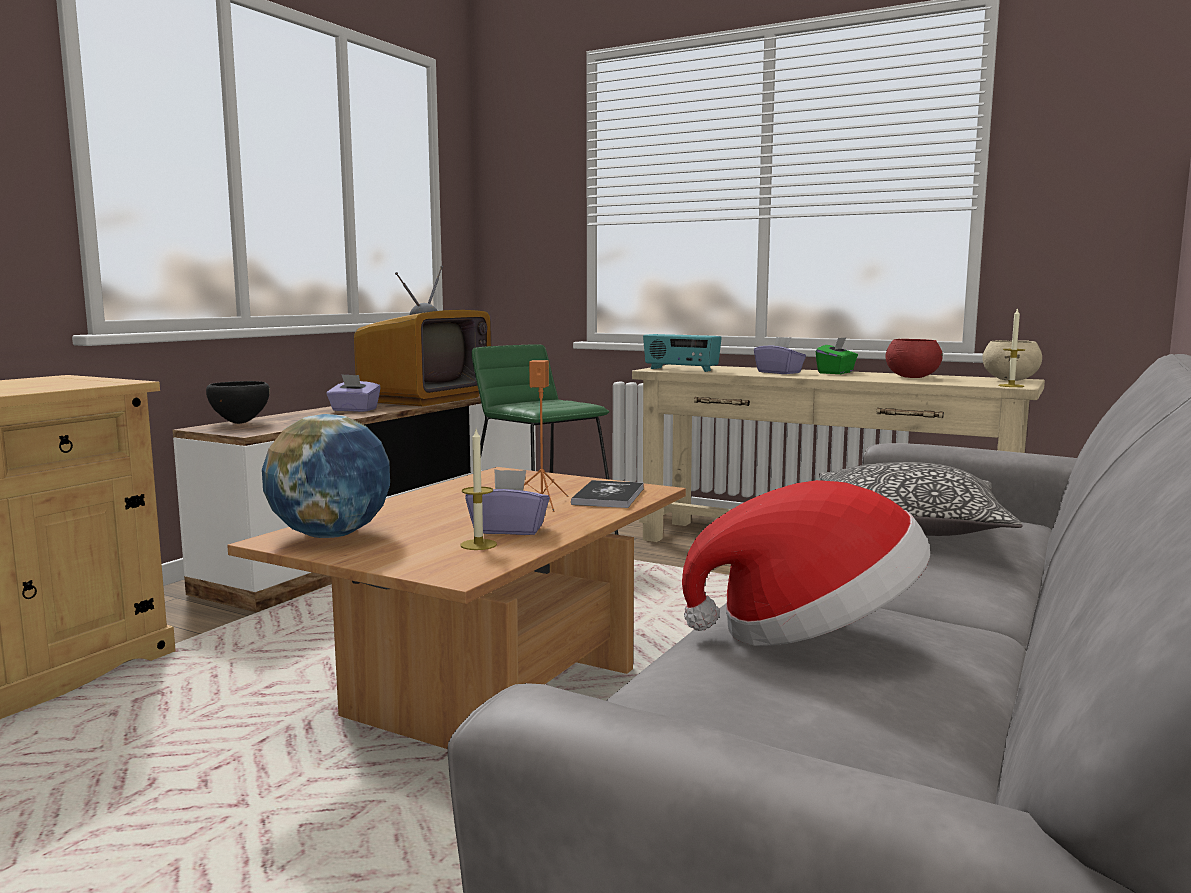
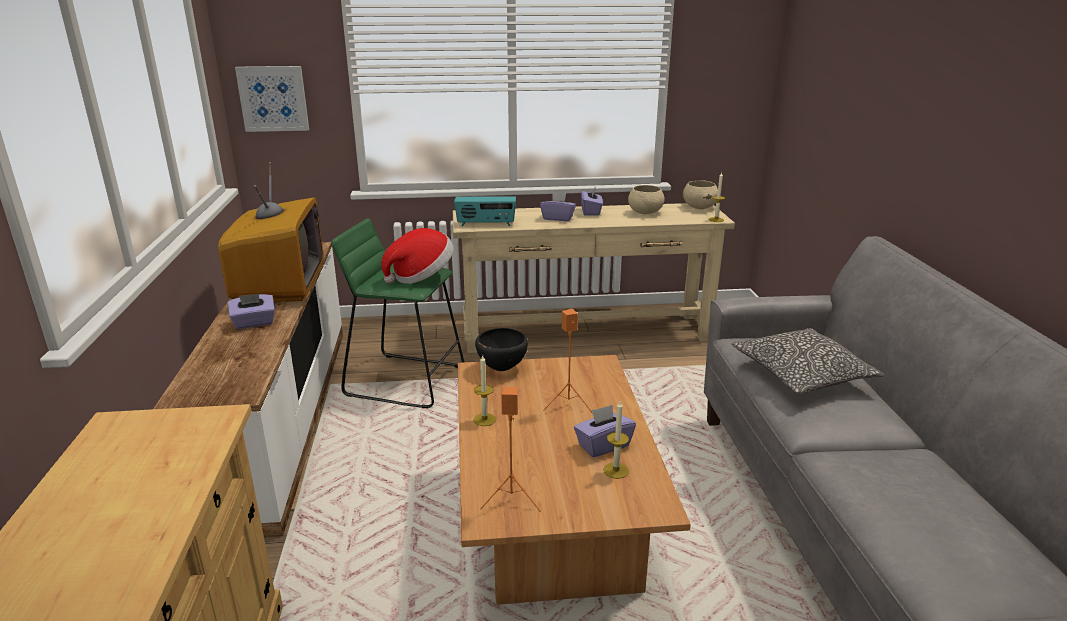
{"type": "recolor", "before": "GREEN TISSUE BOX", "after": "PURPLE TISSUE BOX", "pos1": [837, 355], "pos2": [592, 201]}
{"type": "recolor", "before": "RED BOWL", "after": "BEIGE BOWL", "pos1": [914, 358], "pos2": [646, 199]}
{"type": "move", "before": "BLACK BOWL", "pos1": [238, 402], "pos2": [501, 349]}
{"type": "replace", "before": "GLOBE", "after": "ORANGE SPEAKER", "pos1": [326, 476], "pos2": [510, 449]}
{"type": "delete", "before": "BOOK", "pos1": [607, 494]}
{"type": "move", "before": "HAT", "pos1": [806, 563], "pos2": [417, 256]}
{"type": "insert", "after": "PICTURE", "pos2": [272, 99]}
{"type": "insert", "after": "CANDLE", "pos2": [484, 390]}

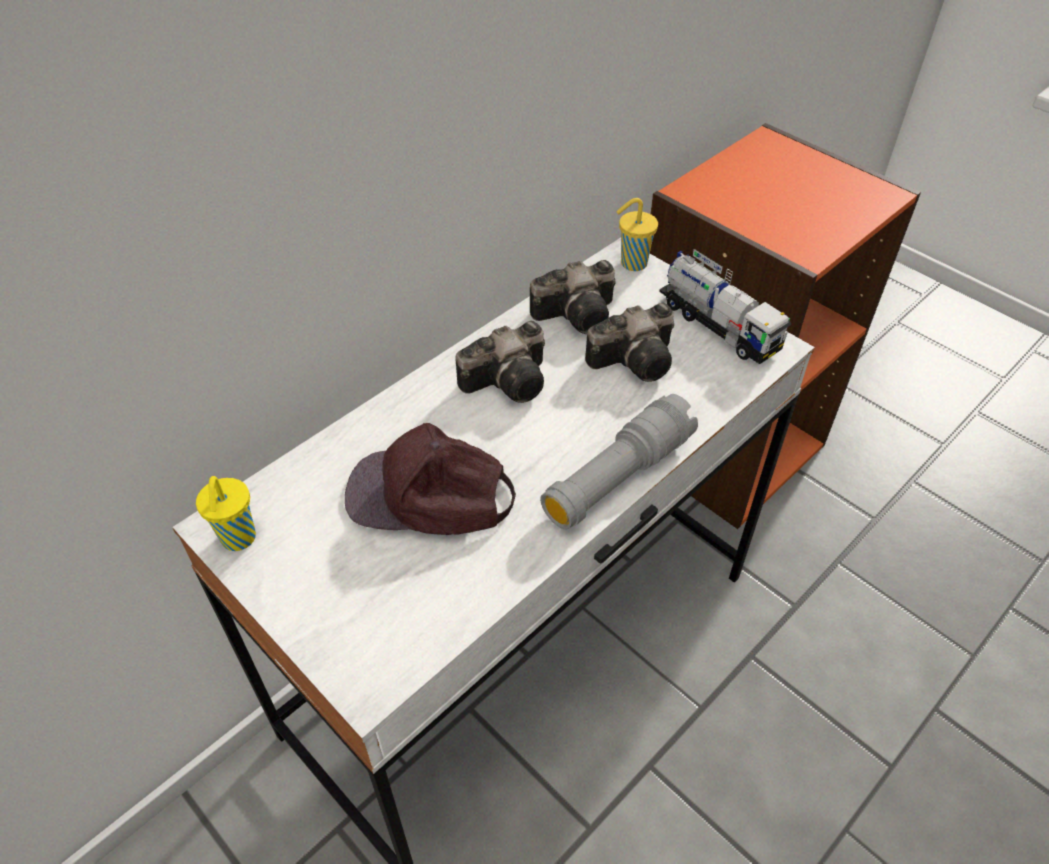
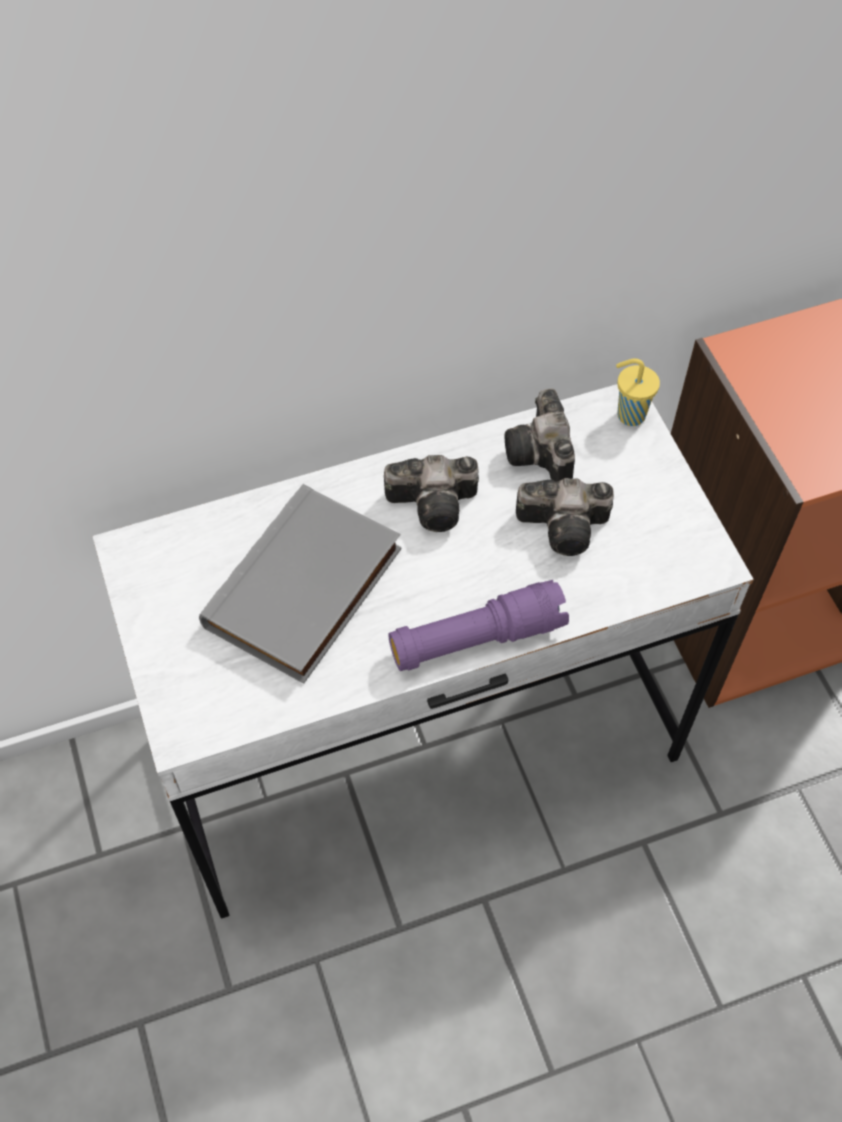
{"type": "delete", "before": "TOY TRUCK", "pos1": [725, 306]}
{"type": "rotate", "before": "PHOTO CAMERA", "pos1": [573, 297], "pos2": [540, 435], "turn": 75}
{"type": "recolor", "before": "GREY FLASHLIGHT", "after": "PURPLE FLASHLIGHT", "pos1": [619, 462], "pos2": [479, 625]}
{"type": "replace", "before": "BROWN CAP", "after": "GREY BOOK", "pos1": [430, 479], "pos2": [300, 584]}
{"type": "delete", "before": "YELLOW CUP", "pos1": [226, 513]}

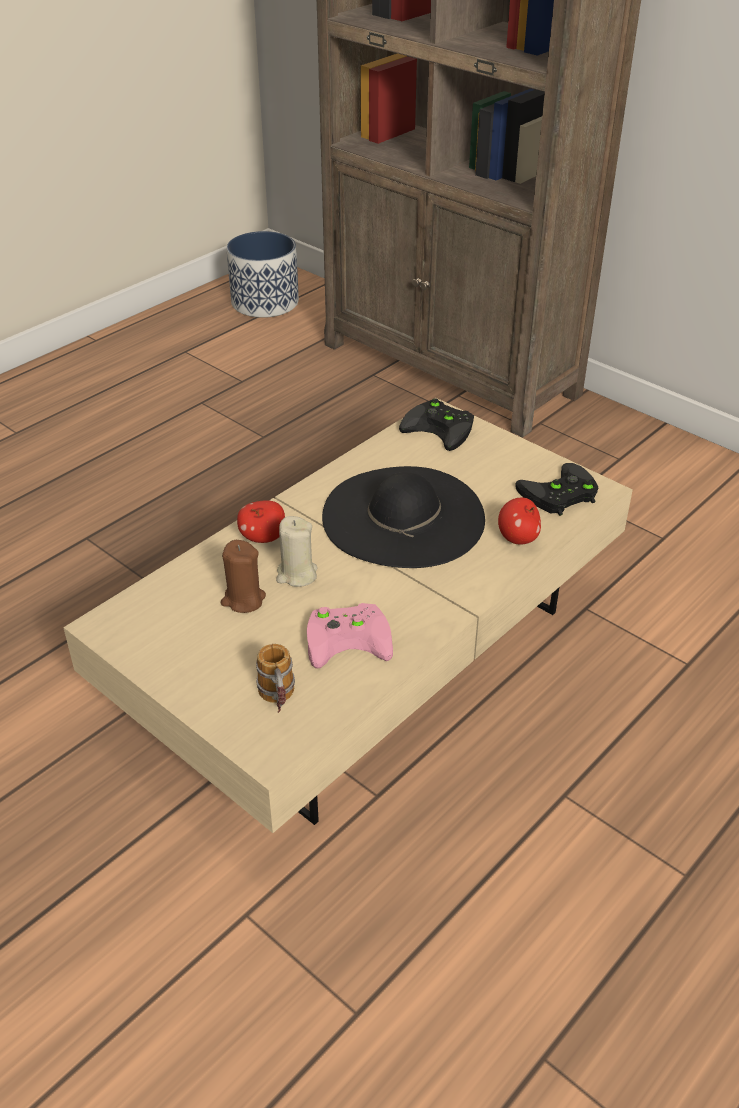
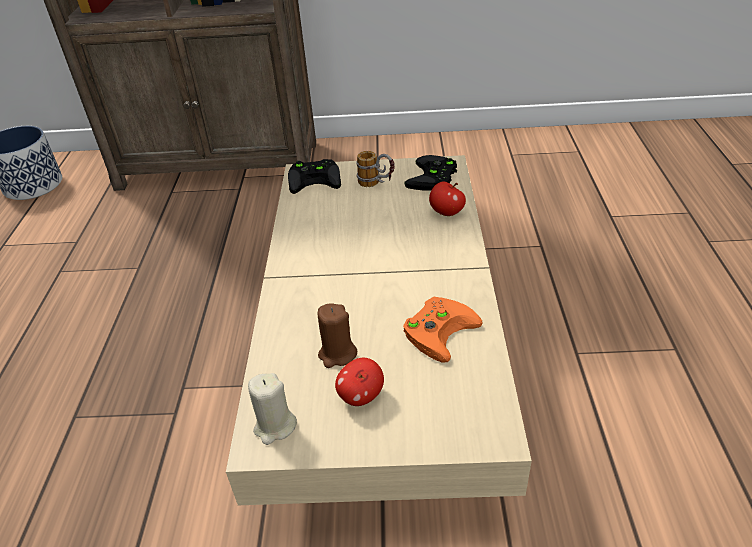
{"type": "delete", "before": "BLACK HAT", "pos1": [403, 517]}
{"type": "move", "before": "APPLE", "pos1": [261, 521], "pos2": [359, 382]}
{"type": "move", "before": "BEIGE CANDLE", "pos1": [297, 551], "pos2": [272, 409]}
{"type": "recolor", "before": "PINK GAME CONTROLLER", "after": "ORANGE GAME CONTROLLER", "pos1": [350, 636], "pos2": [443, 329]}
{"type": "move", "before": "MUG", "pos1": [275, 678], "pos2": [375, 169]}

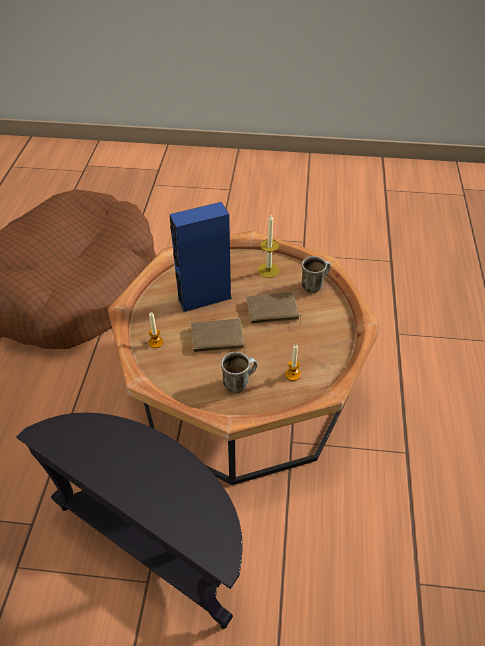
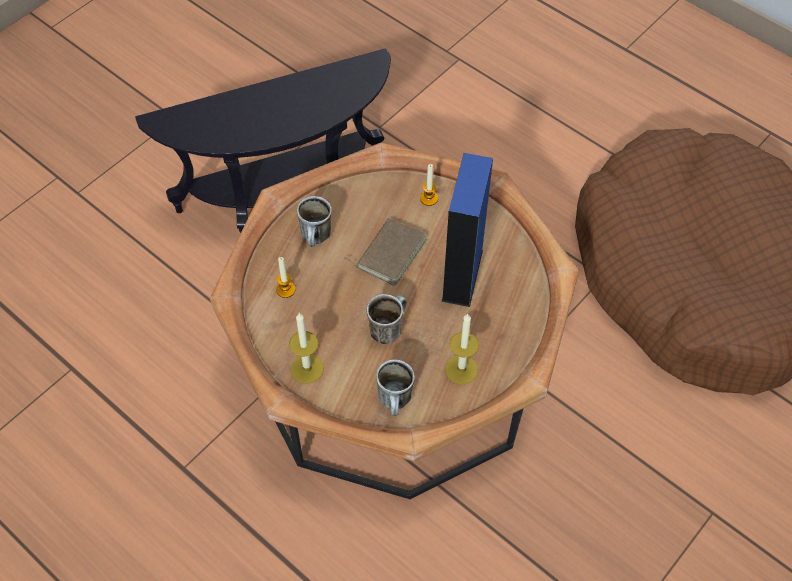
{"type": "replace", "before": "BROWN BOOK", "after": "MUG", "pos1": [274, 308], "pos2": [387, 319]}
{"type": "insert", "after": "CANDLE", "pos2": [306, 348]}

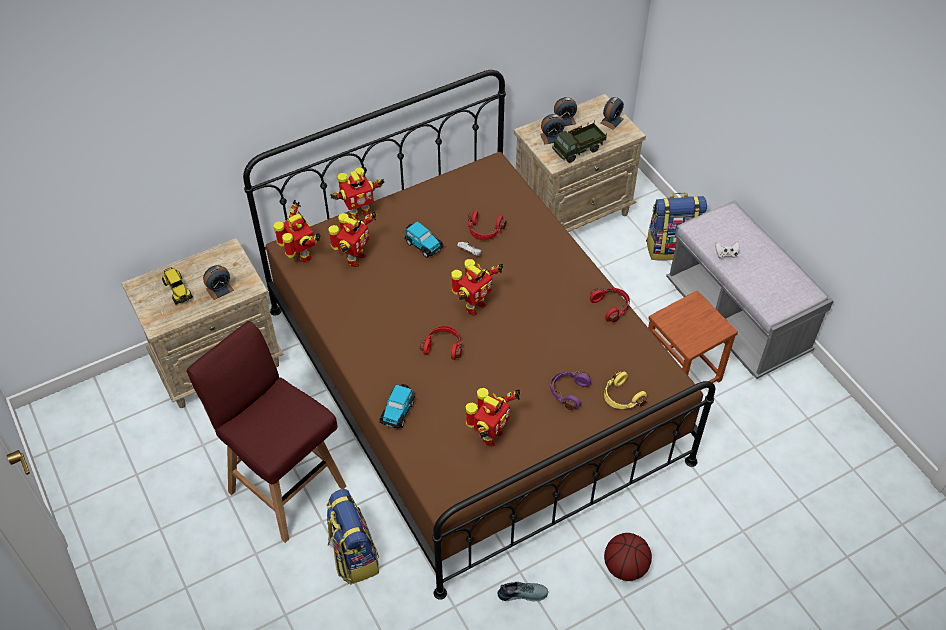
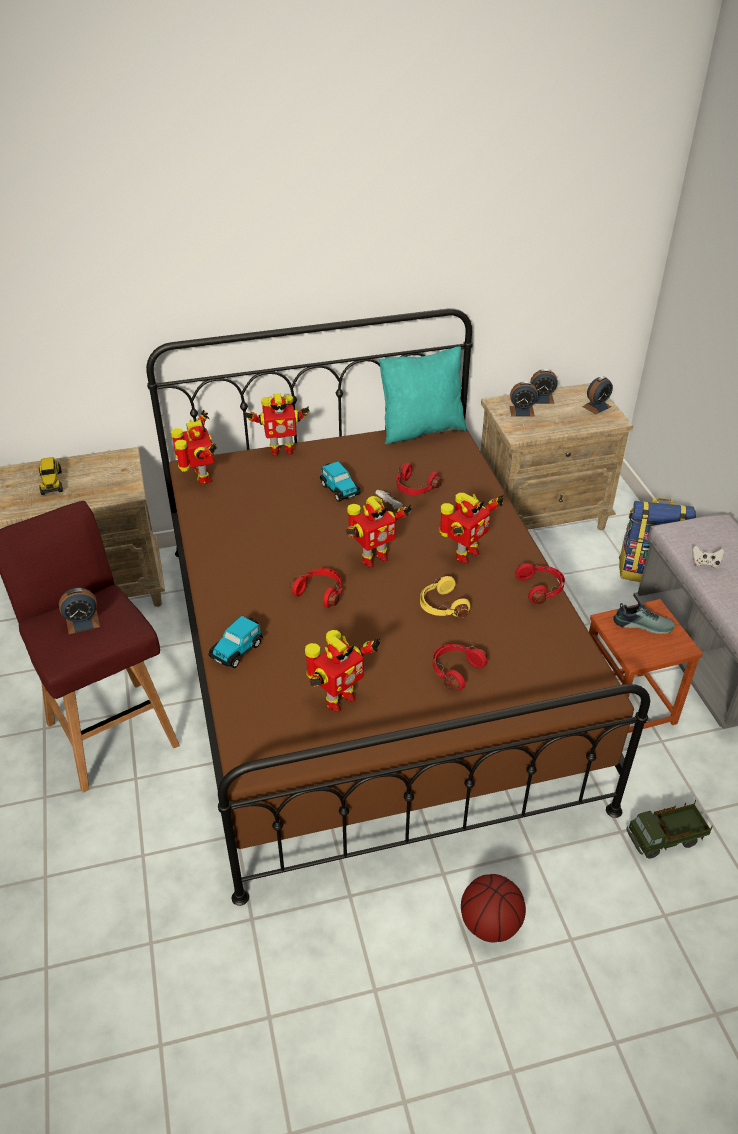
{"type": "move", "before": "TOY TRUCK", "pos1": [579, 141], "pos2": [669, 829]}
{"type": "move", "before": "TOY ROBOT", "pos1": [352, 239], "pos2": [471, 528]}
{"type": "move", "before": "ALARM CLOCK", "pos1": [218, 282], "pos2": [79, 610]}
{"type": "recolor", "before": "PURPLE HEADPHONES", "after": "RED HEADPHONES", "pos1": [570, 390], "pos2": [459, 667]}
{"type": "move", "before": "YELLOW HEADPHONES", "pos1": [625, 390], "pos2": [445, 597]}
{"type": "delete", "before": "BACKPACK", "pos1": [352, 536]}
{"type": "move", "before": "SHOE", "pos1": [522, 592], "pos2": [644, 618]}
{"type": "insert", "after": "TURQUOISE PILLOW", "pos2": [423, 395]}

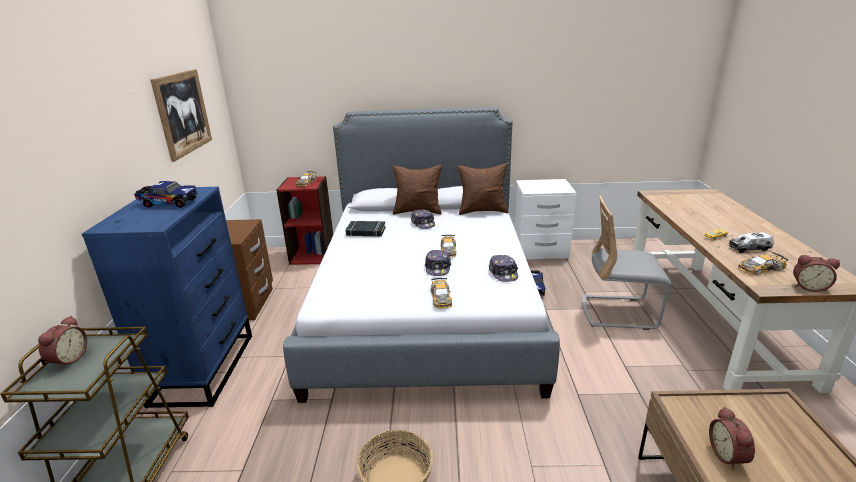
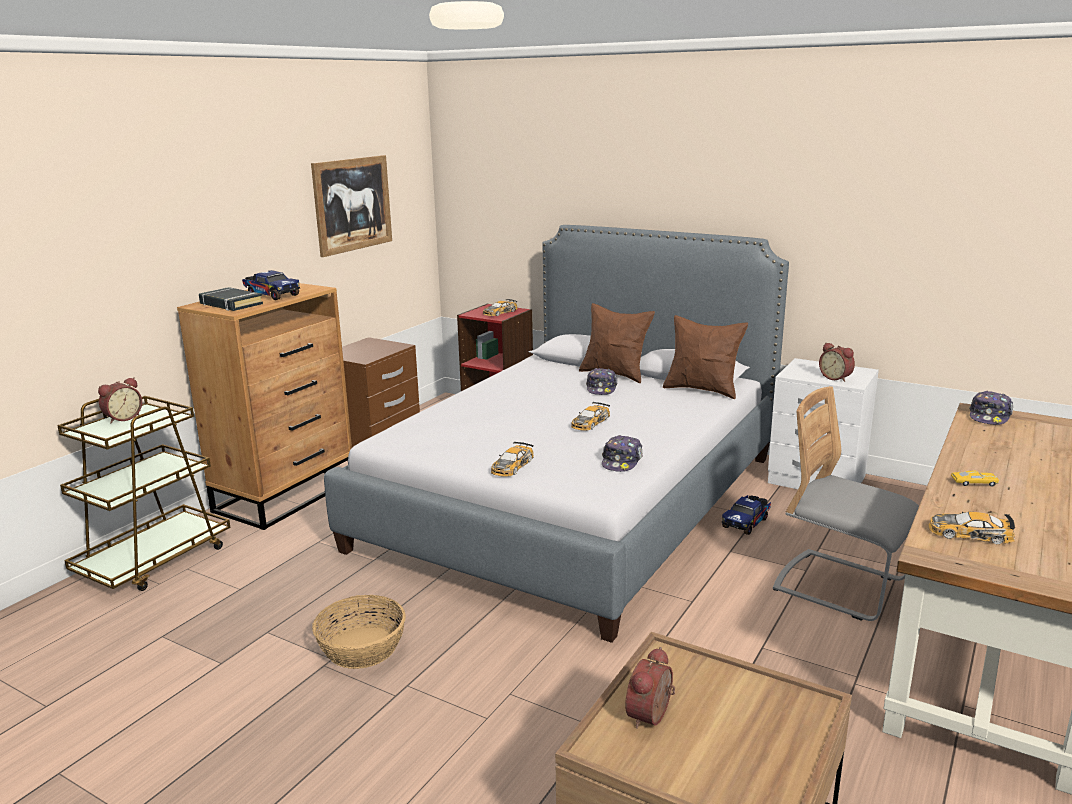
{"type": "recolor", "before": "BLUE DRESSER", "after": "BROWN DRESSER", "pos1": [167, 297], "pos2": [264, 406]}
{"type": "move", "before": "BLACK BOOK", "pos1": [365, 229], "pos2": [231, 299]}
{"type": "delete", "before": "TOY TRUCK", "pos1": [751, 242]}
{"type": "move", "before": "CAP", "pos1": [438, 263], "pos2": [991, 407]}
{"type": "move", "before": "ALARM CLOCK", "pos1": [816, 273], "pos2": [837, 362]}

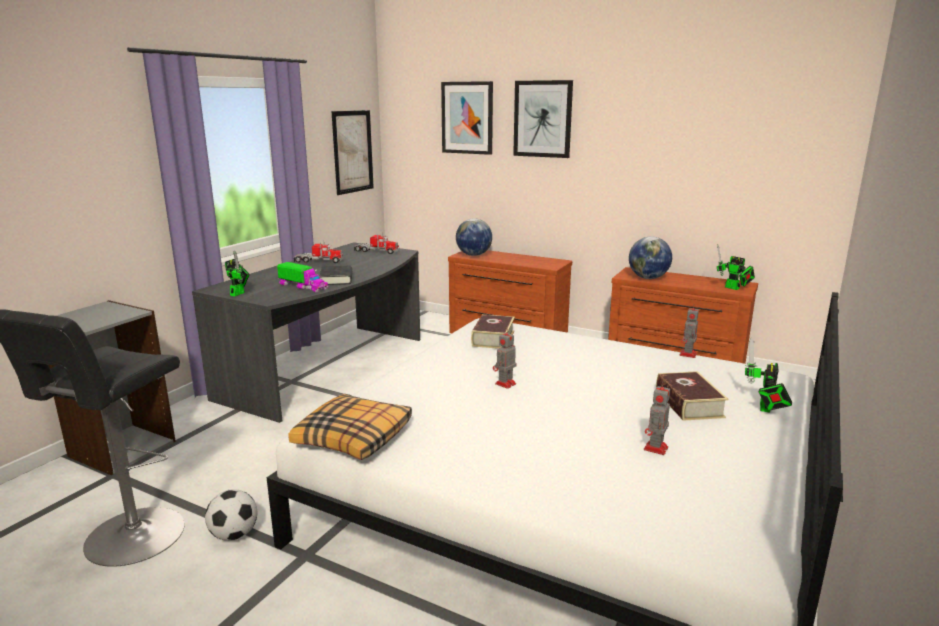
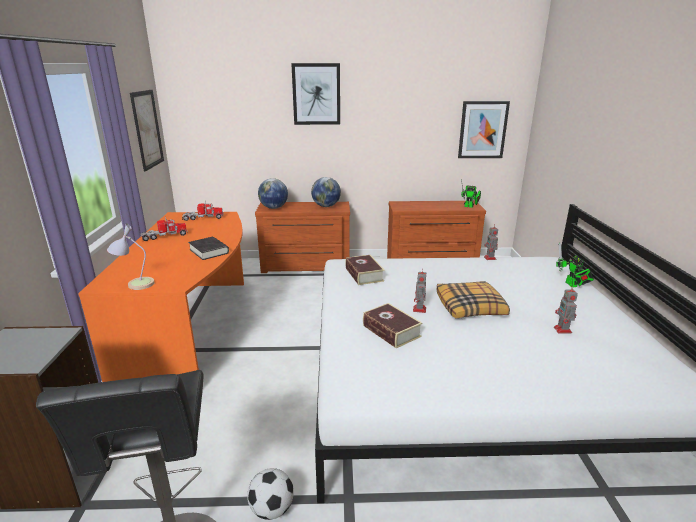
{"type": "move", "before": "PICTURE", "pos1": [467, 118], "pos2": [484, 129]}
{"type": "move", "before": "GLOBE", "pos1": [650, 257], "pos2": [326, 192]}
{"type": "recolor", "before": "GREY DESK", "after": "ORANGE DESK", "pos1": [306, 332], "pos2": [161, 297]}
{"type": "replace", "before": "TOY ROBOT", "after": "TABLE LAMP", "pos1": [237, 273], "pos2": [131, 256]}
{"type": "delete", "before": "TOY TRUCK", "pos1": [302, 277]}
{"type": "move", "before": "BOOK", "pos1": [692, 396], "pos2": [393, 325]}
{"type": "move", "before": "PILLOW", "pos1": [350, 427], "pos2": [473, 299]}

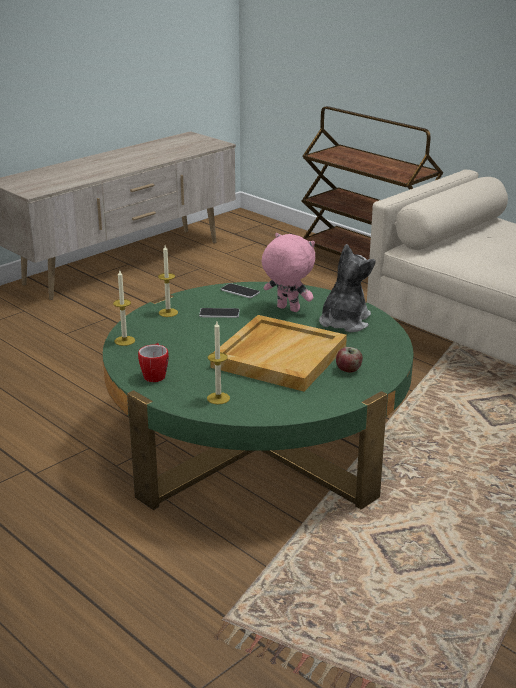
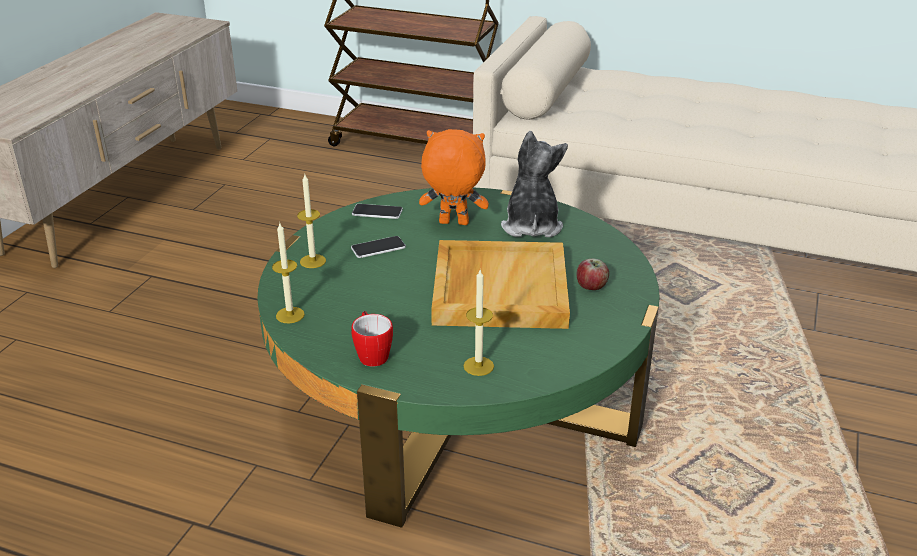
{"type": "recolor", "before": "PINK PLUSH TOY", "after": "ORANGE PLUSH TOY", "pos1": [288, 272], "pos2": [454, 177]}

